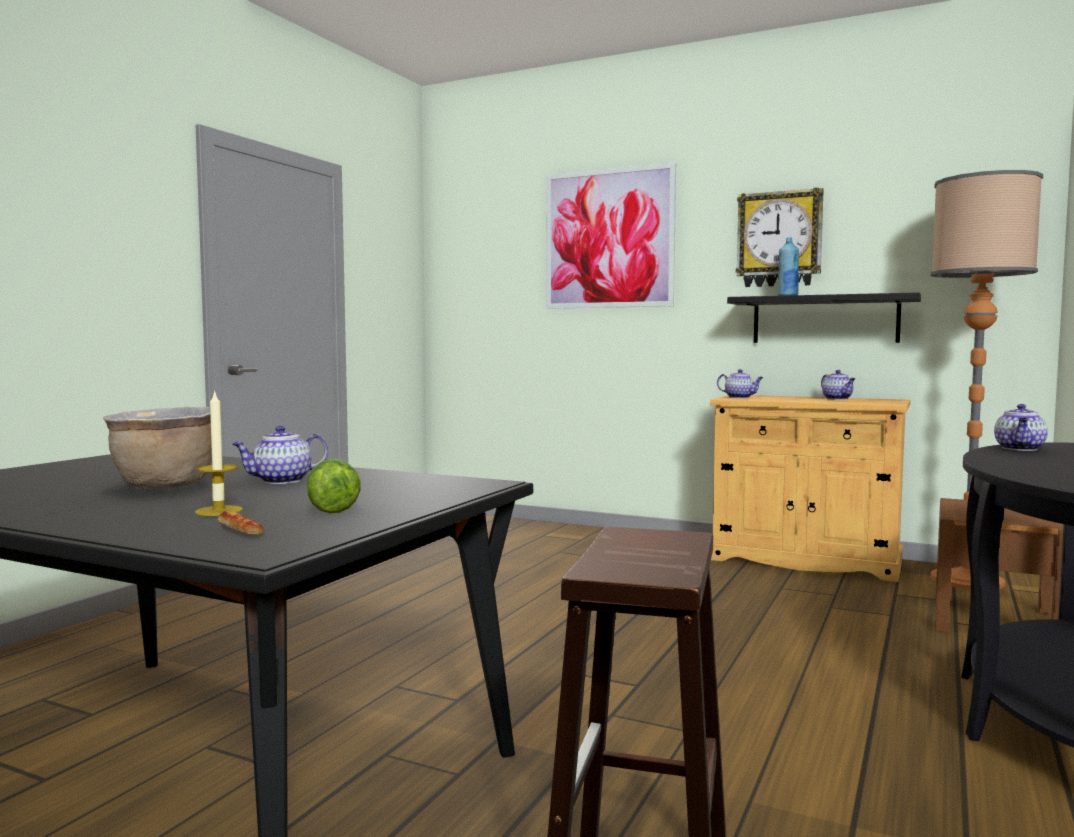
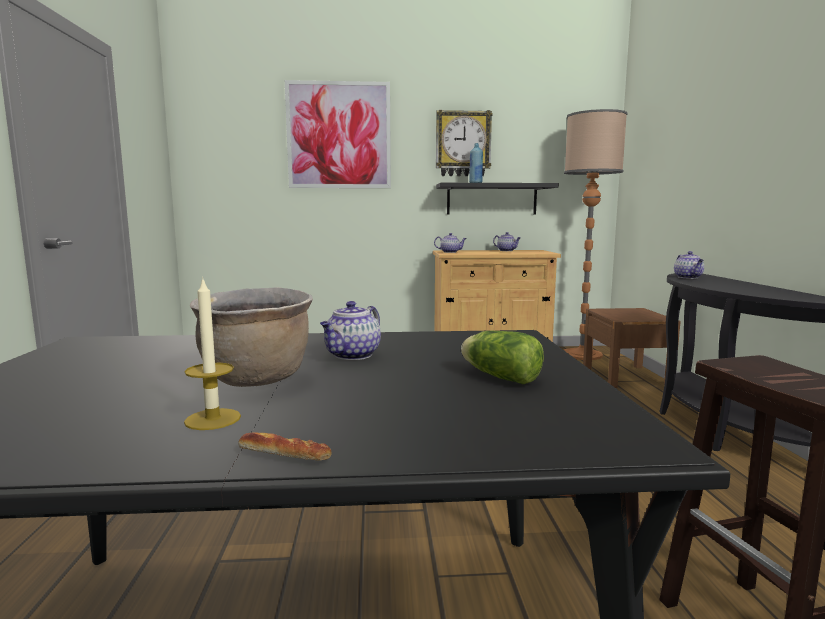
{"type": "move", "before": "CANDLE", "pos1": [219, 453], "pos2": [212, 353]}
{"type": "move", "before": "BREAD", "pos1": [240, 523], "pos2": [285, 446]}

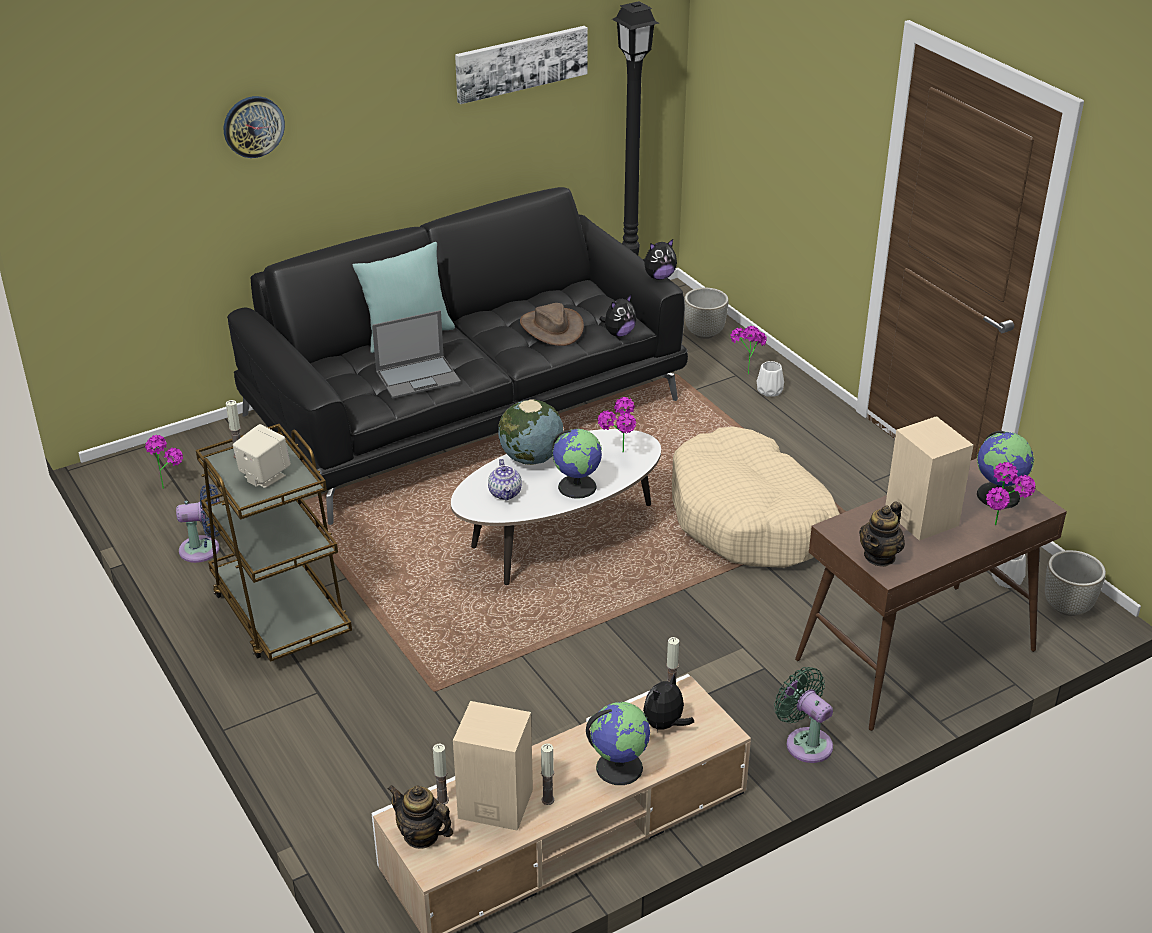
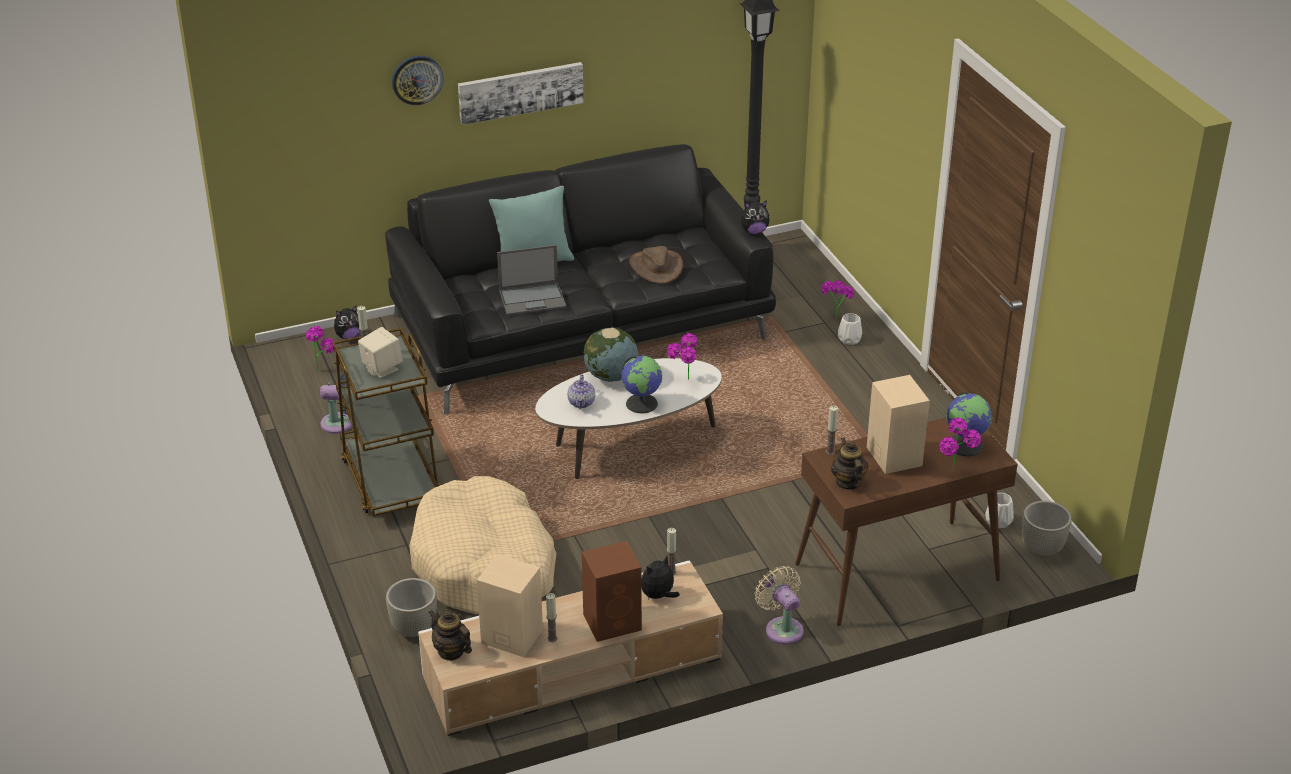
{"type": "move", "before": "PICTURE", "pos1": [521, 65], "pos2": [521, 93]}
{"type": "move", "before": "GREY PLANTER", "pos1": [706, 313], "pos2": [411, 607]}
{"type": "move", "before": "PLUSH TOY", "pos1": [617, 316], "pos2": [347, 322]}
{"type": "move", "before": "BEIGE DOG BED", "pos1": [756, 497], "pos2": [483, 545]}
{"type": "rotate", "before": "TEAPOT", "pos1": [882, 534], "pos2": [849, 463], "turn": 120}
{"type": "recolor", "before": "GREEN FAN", "after": "BEIGE FAN", "pos1": [803, 715], "pos2": [779, 605]}
{"type": "replace", "before": "GLOBE", "after": "BROWN SPEAKER", "pos1": [618, 743], "pos2": [612, 591]}
{"type": "move", "before": "CANDLE", "pos1": [441, 774], "pos2": [832, 430]}

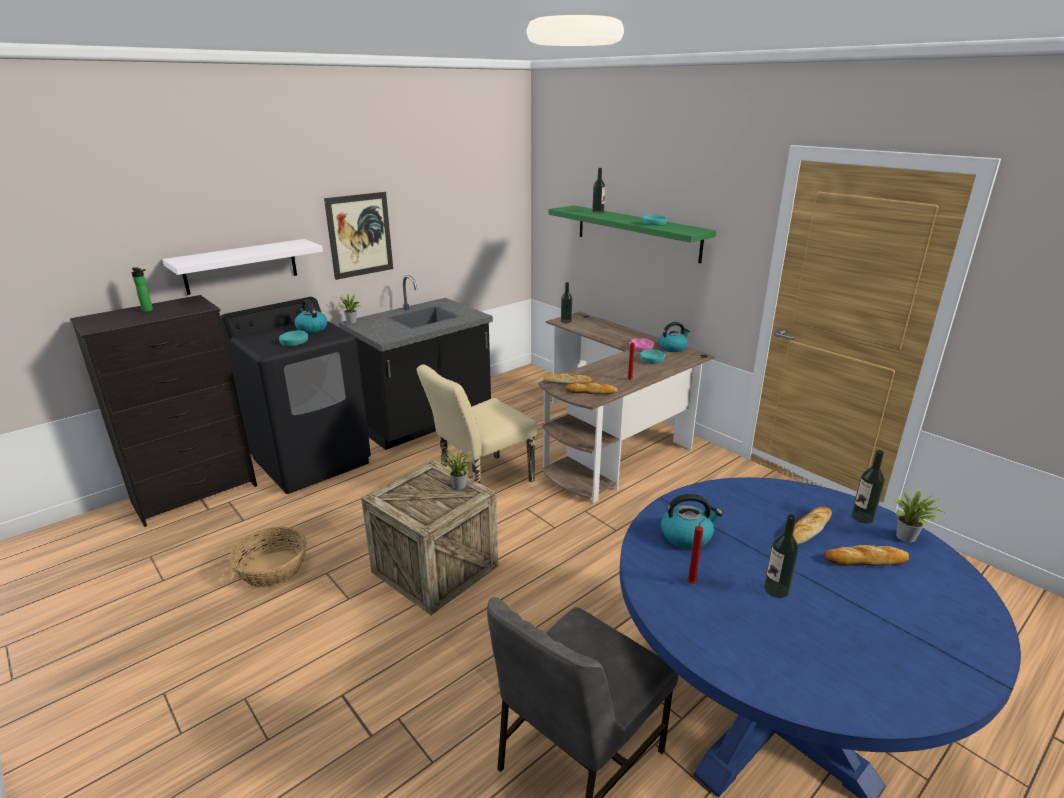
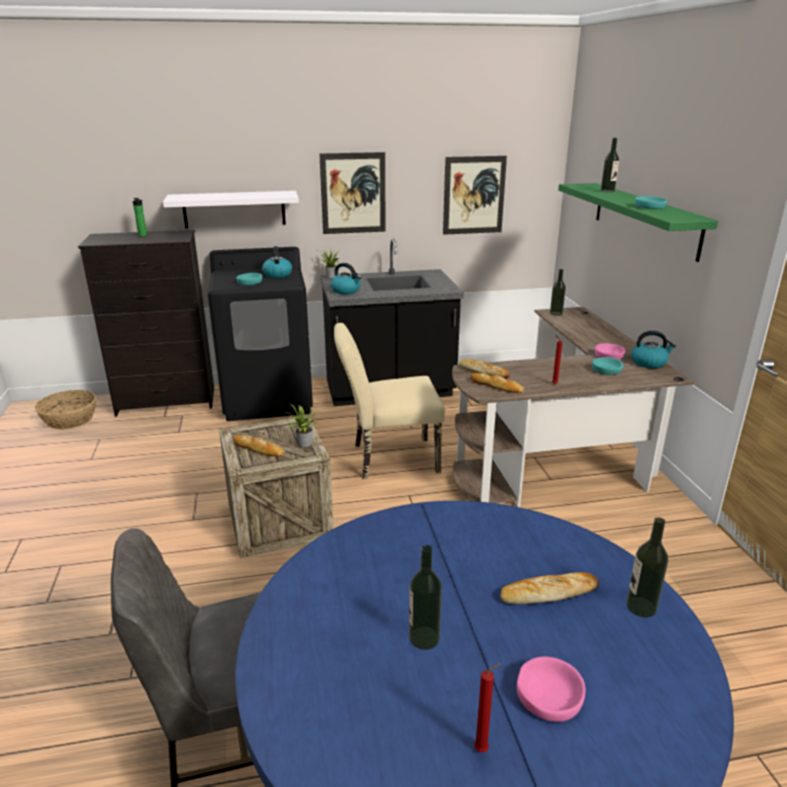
{"type": "delete", "before": "POTTED PLANT", "pos1": [920, 515]}
{"type": "move", "before": "KETTLE", "pos1": [692, 521], "pos2": [346, 278]}
{"type": "move", "before": "RED CANDLE", "pos1": [696, 551], "pos2": [487, 707]}
{"type": "move", "before": "BASKET", "pos1": [268, 557], "pos2": [65, 410]}
{"type": "move", "before": "BREAD", "pos1": [867, 555], "pos2": [259, 446]}
{"type": "insert", "after": "PICTURE", "pos2": [475, 195]}
{"type": "insert", "after": "PINK BOWL", "pos2": [551, 689]}

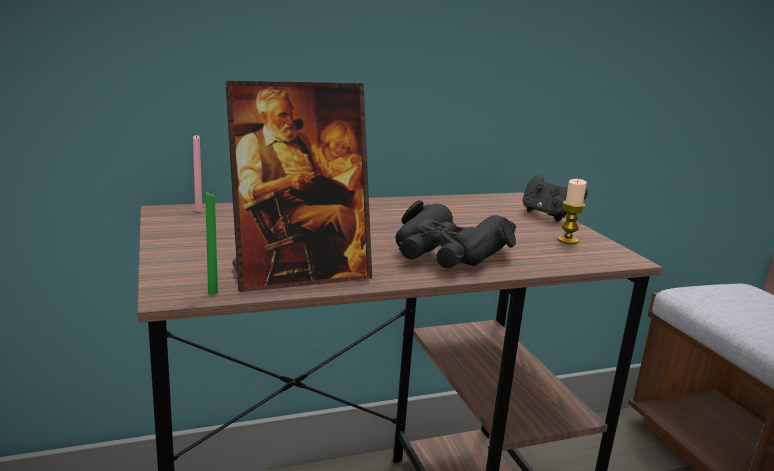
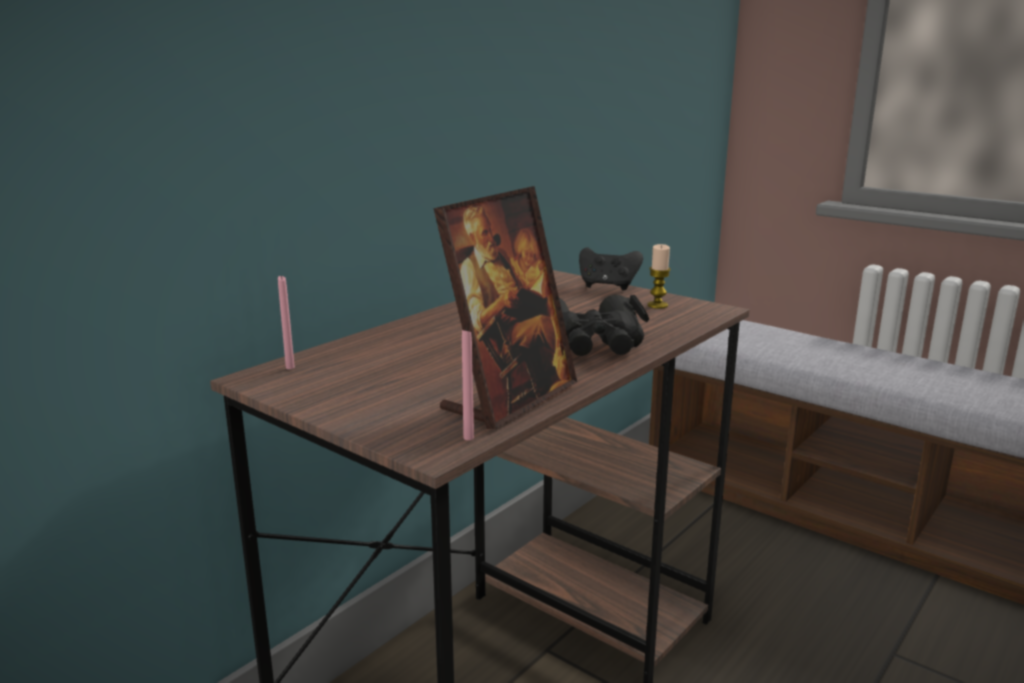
{"type": "recolor", "before": "GREEN CANDLE", "after": "PINK CANDLE", "pos1": [212, 243], "pos2": [468, 383]}

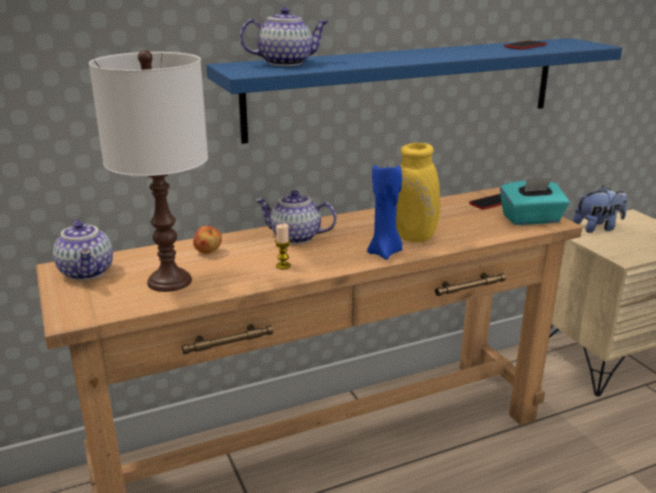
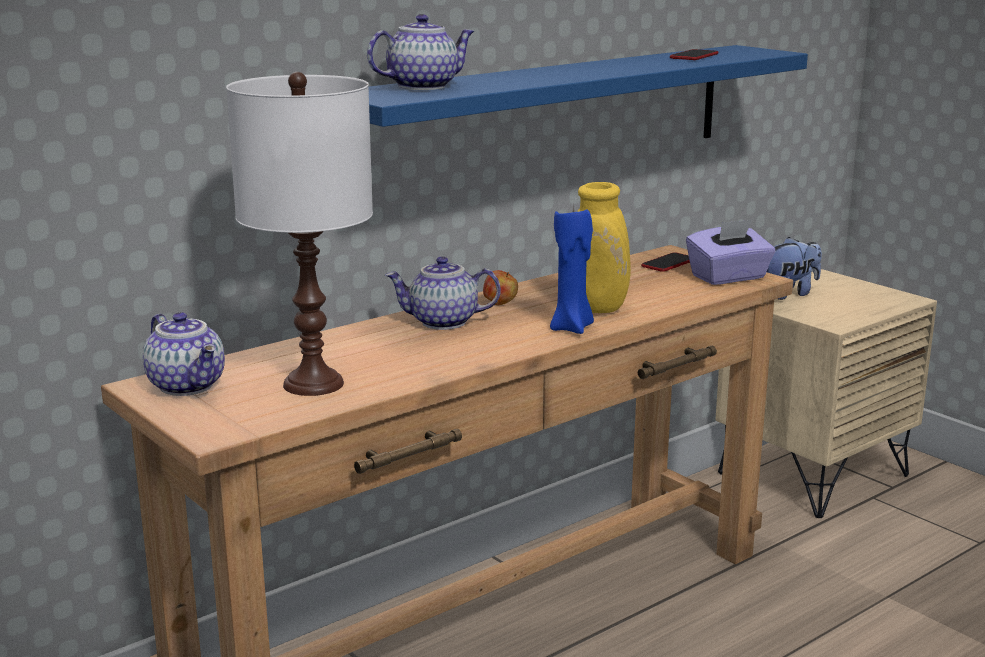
{"type": "recolor", "before": "TURQUOISE TISSUE BOX", "after": "PURPLE TISSUE BOX", "pos1": [534, 201], "pos2": [731, 252]}
{"type": "delete", "before": "CANDLE", "pos1": [283, 246]}
{"type": "move", "before": "APPLE", "pos1": [207, 240], "pos2": [500, 287]}

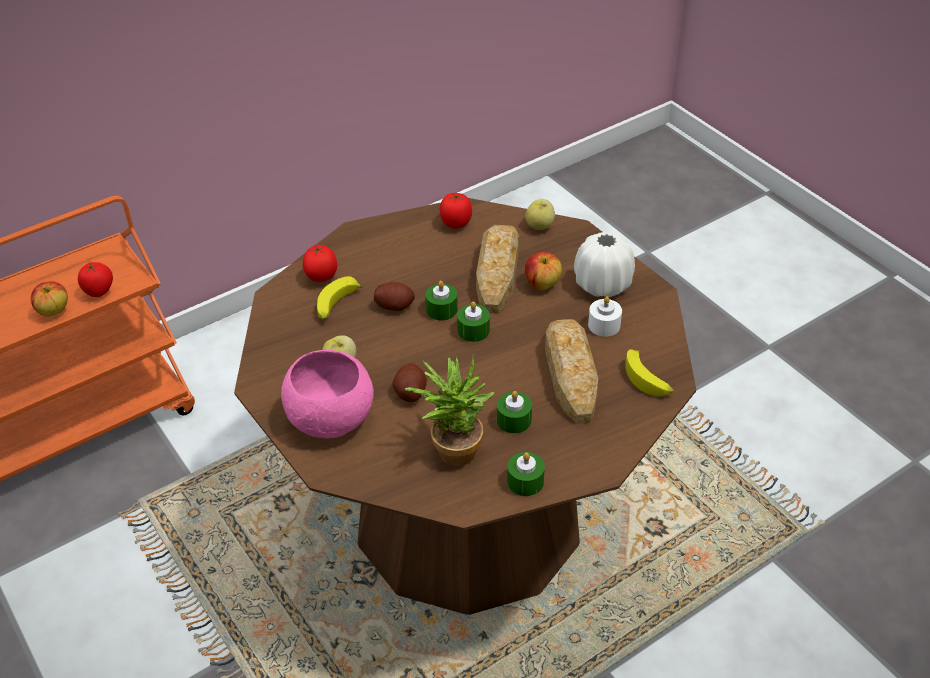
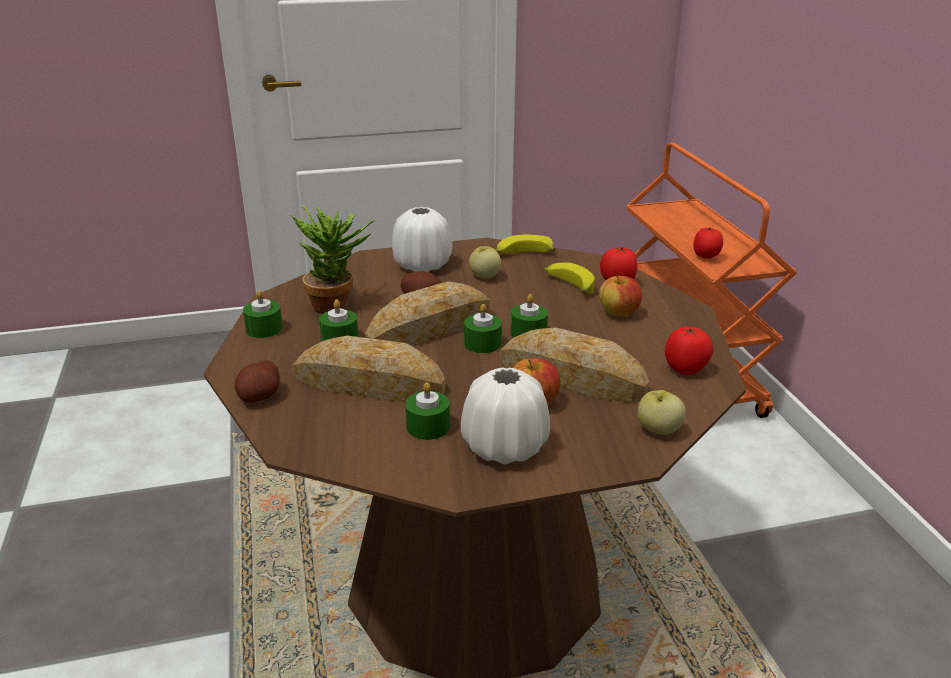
{"type": "move", "before": "APPLE", "pos1": [49, 299], "pos2": [620, 296]}
{"type": "move", "before": "POTATO", "pos1": [394, 296], "pos2": [257, 381]}
{"type": "recolor", "before": "WHITE CANDLE", "after": "GREEN CANDLE", "pos1": [605, 316], "pos2": [427, 411]}
{"type": "move", "before": "BANANA", "pos1": [649, 372], "pos2": [526, 244]}
{"type": "replace", "before": "PINK BOWL", "after": "WHITE VASE", "pos1": [327, 394], "pos2": [422, 239]}
{"type": "insert", "after": "BREAD", "pos2": [427, 314]}

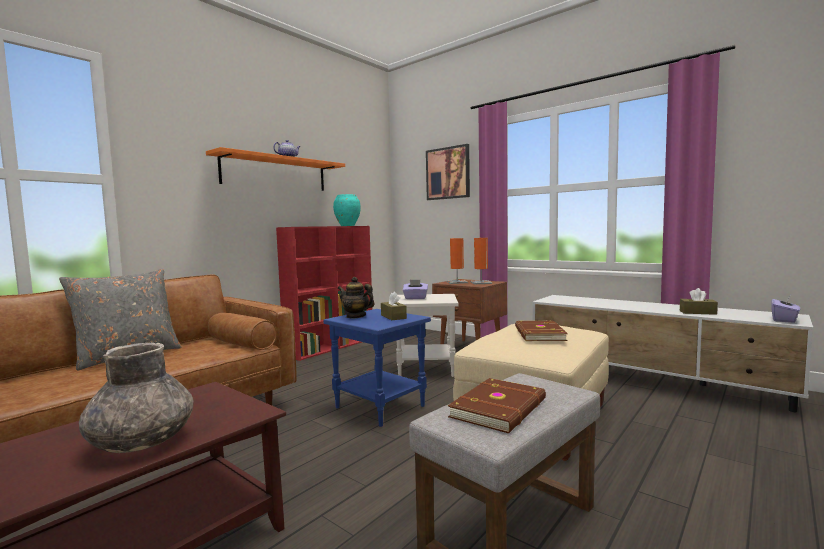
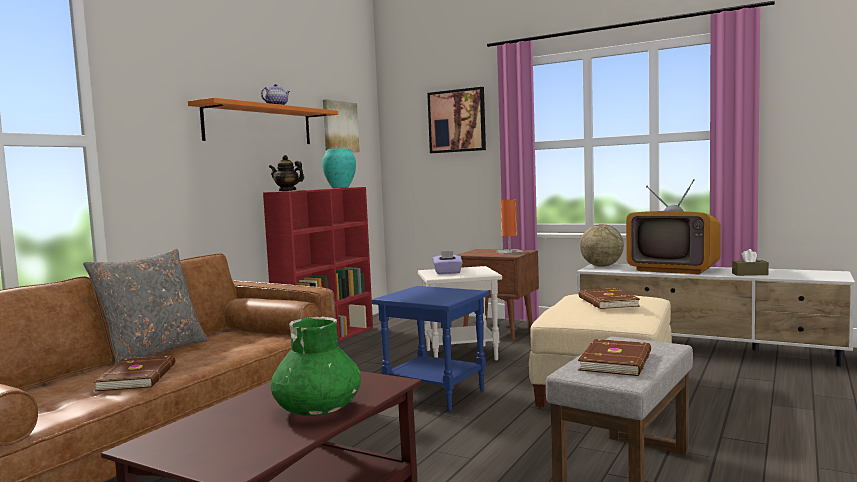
{"type": "delete", "before": "ORANGE TABLE LAMP", "pos1": [457, 261]}
{"type": "move", "before": "TEAPOT", "pos1": [356, 298], "pos2": [286, 173]}
{"type": "delete", "before": "BROWN TISSUE BOX", "pos1": [394, 306]}
{"type": "delete", "before": "PURPLE TISSUE BOX", "pos1": [785, 309]}
{"type": "recolor", "before": "GREY VASE", "after": "GREEN VASE", "pos1": [136, 398], "pos2": [315, 366]}
{"type": "insert", "after": "PICTURE", "pos2": [341, 125]}
{"type": "insert", "after": "TELEVISION", "pos2": [673, 226]}
{"type": "insert", "after": "GLOBE", "pos2": [602, 245]}
{"type": "insert", "after": "BROWN BOOK", "pos2": [134, 374]}

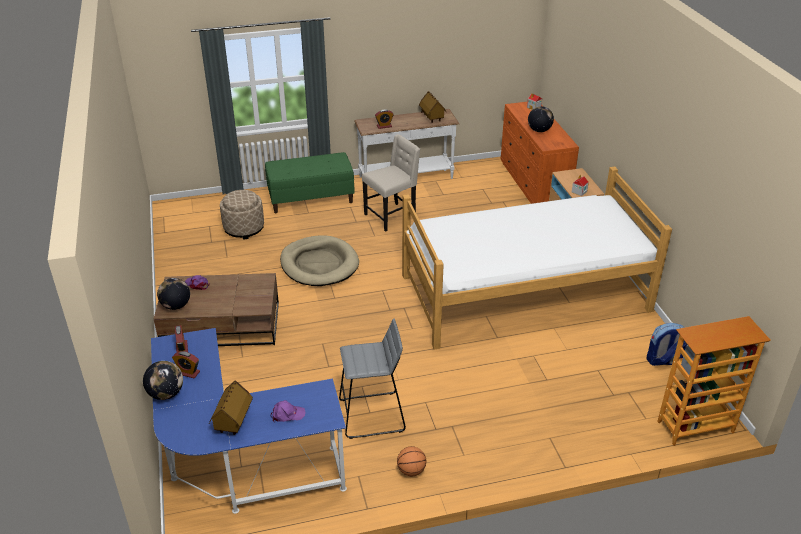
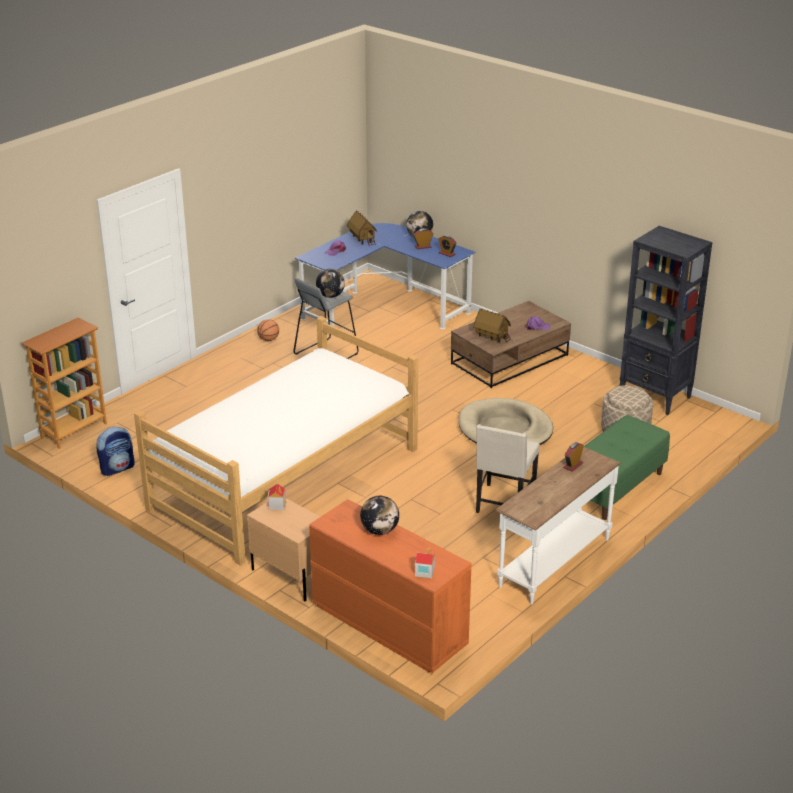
{"type": "move", "before": "TOY HOUSE", "pos1": [433, 107], "pos2": [492, 325]}
{"type": "move", "before": "GLOBE", "pos1": [173, 294], "pos2": [330, 283]}
{"type": "insert", "after": "BLACK BOOKCASE", "pos2": [666, 320]}

